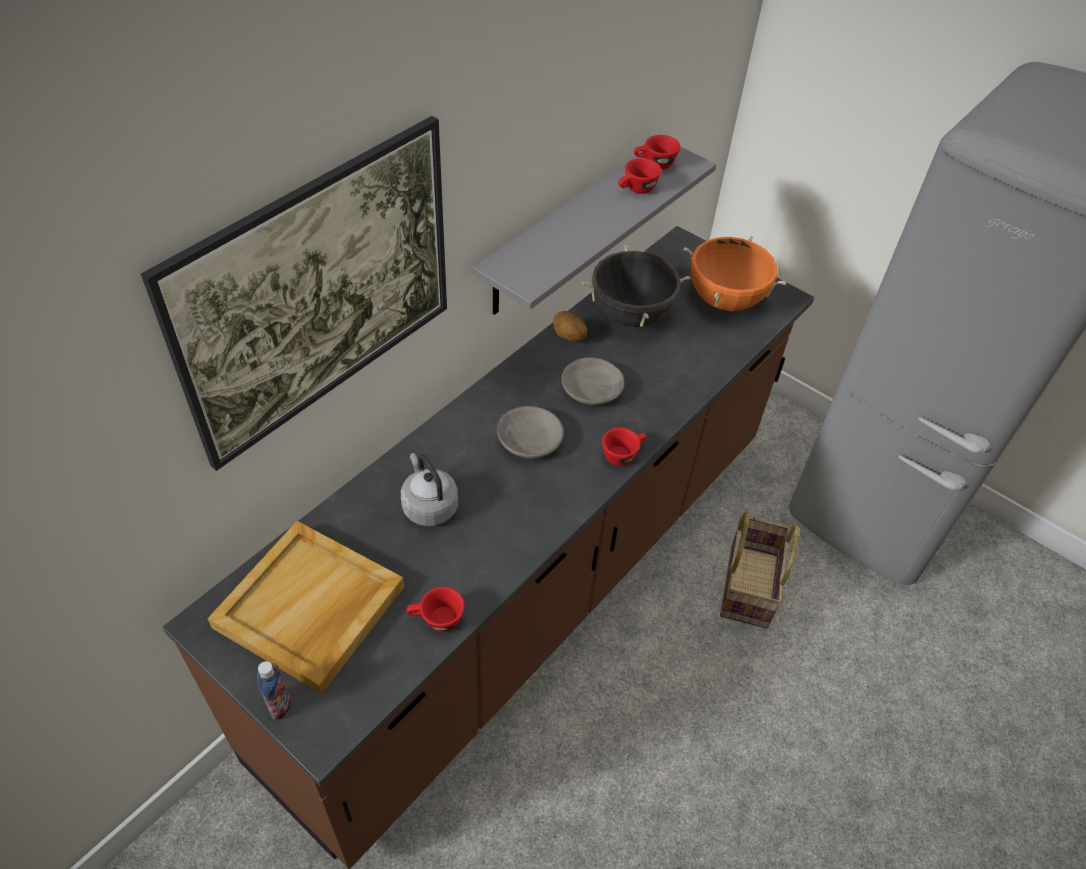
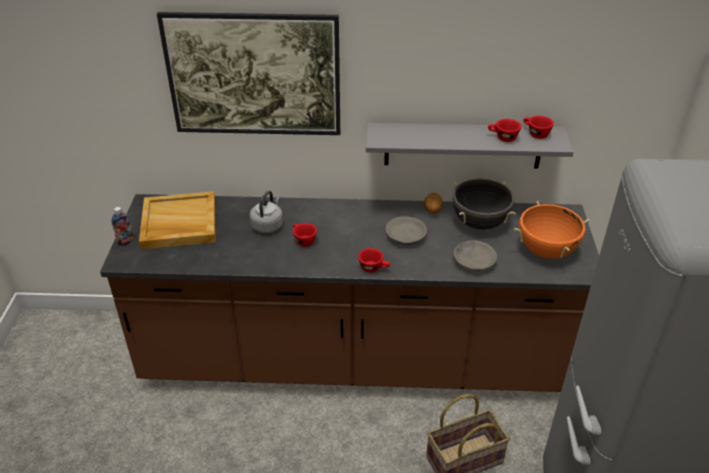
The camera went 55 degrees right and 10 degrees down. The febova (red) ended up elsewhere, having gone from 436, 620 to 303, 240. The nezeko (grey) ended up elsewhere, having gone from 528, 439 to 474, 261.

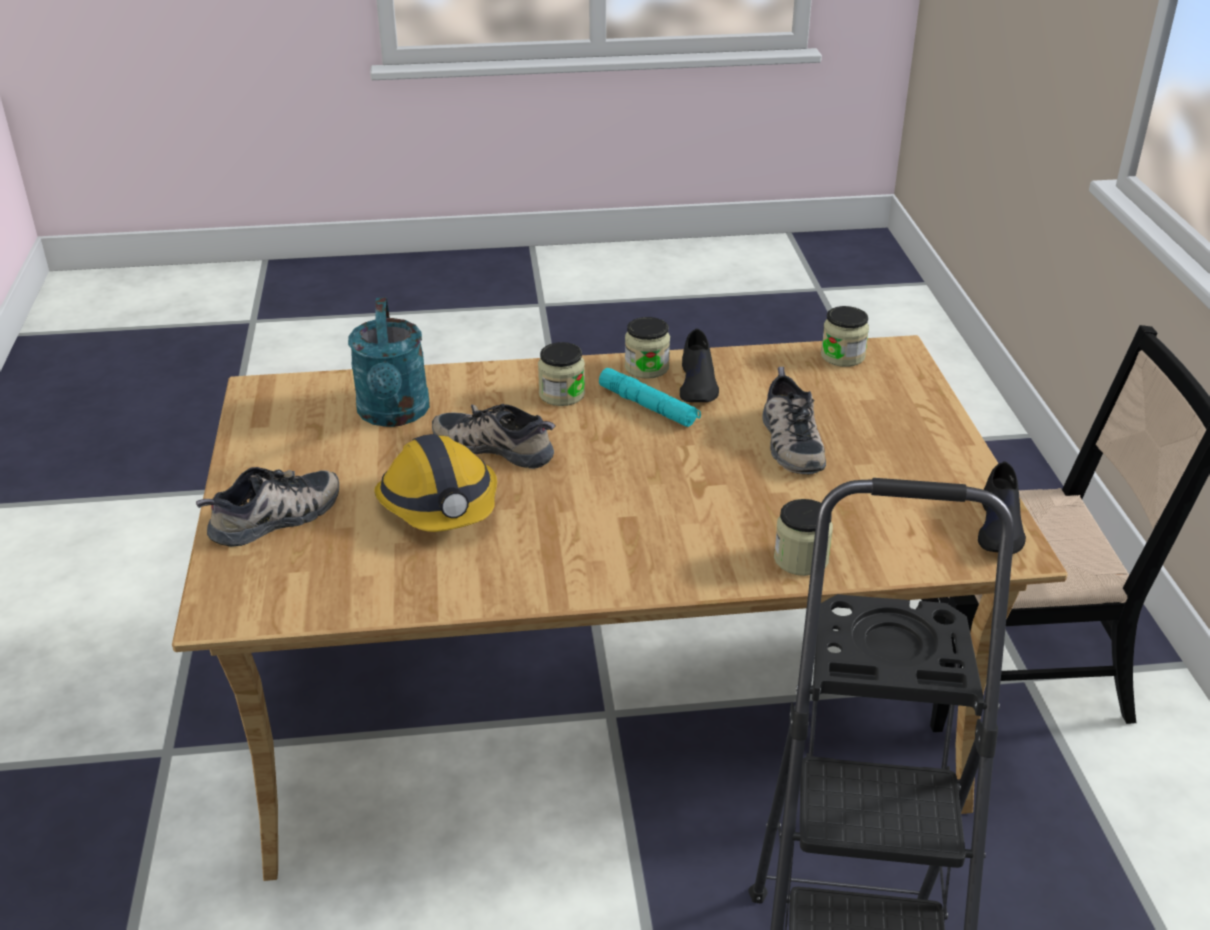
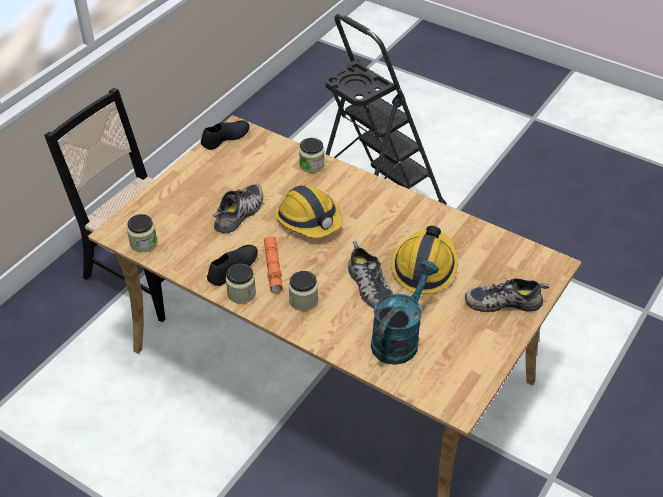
The camera went 140 degrees left and 10 degrees up. What was the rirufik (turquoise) at 648, 406 turned into the rirufik (orange) at 273, 268. The second view gained the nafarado at 309, 220.

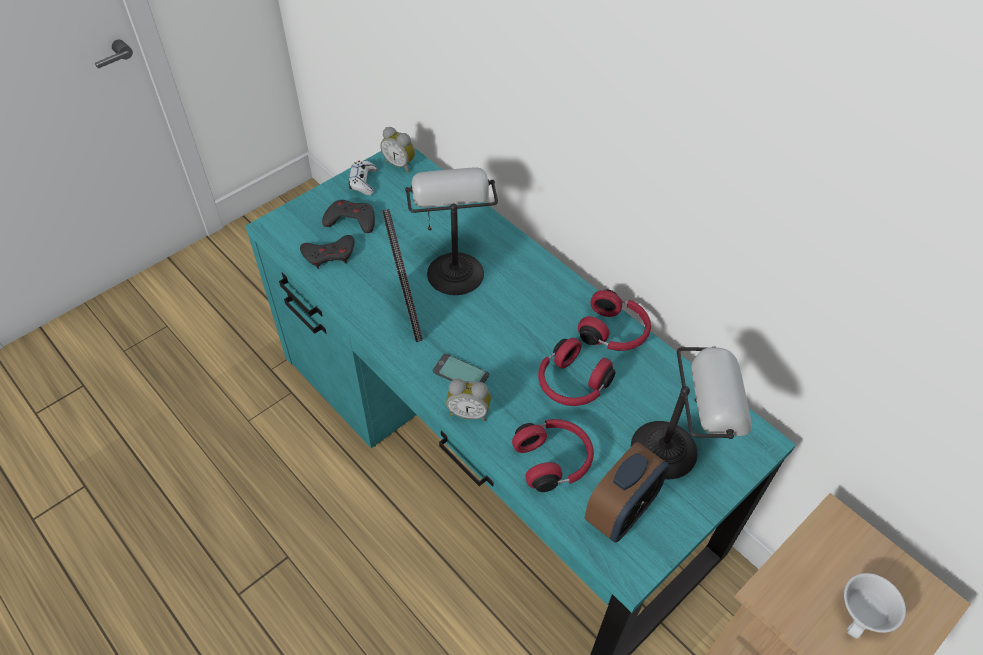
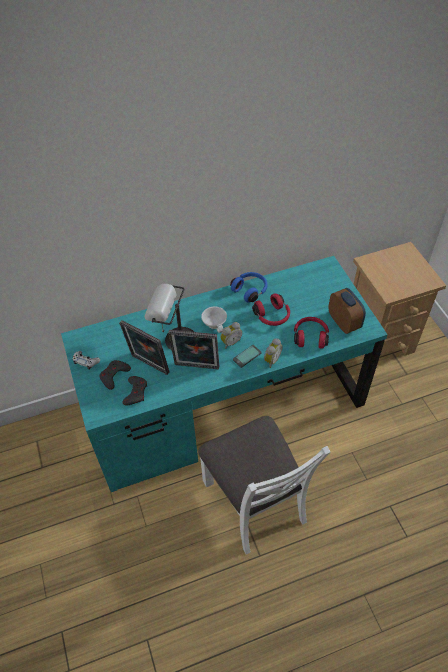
The camera went 65 degrees left and 0 degrees up. The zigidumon ended up elsewhere, having gone from 400, 164 to 230, 342. What was the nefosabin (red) at 614, 332 turned into the nefosabin (blue) at 250, 290. The second view lost the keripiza at 678, 448. The febova (white) ended up elsewhere, having gone from 866, 614 to 215, 323. The second view gained the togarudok at 148, 366. The second view gained the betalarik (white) at 255, 501.

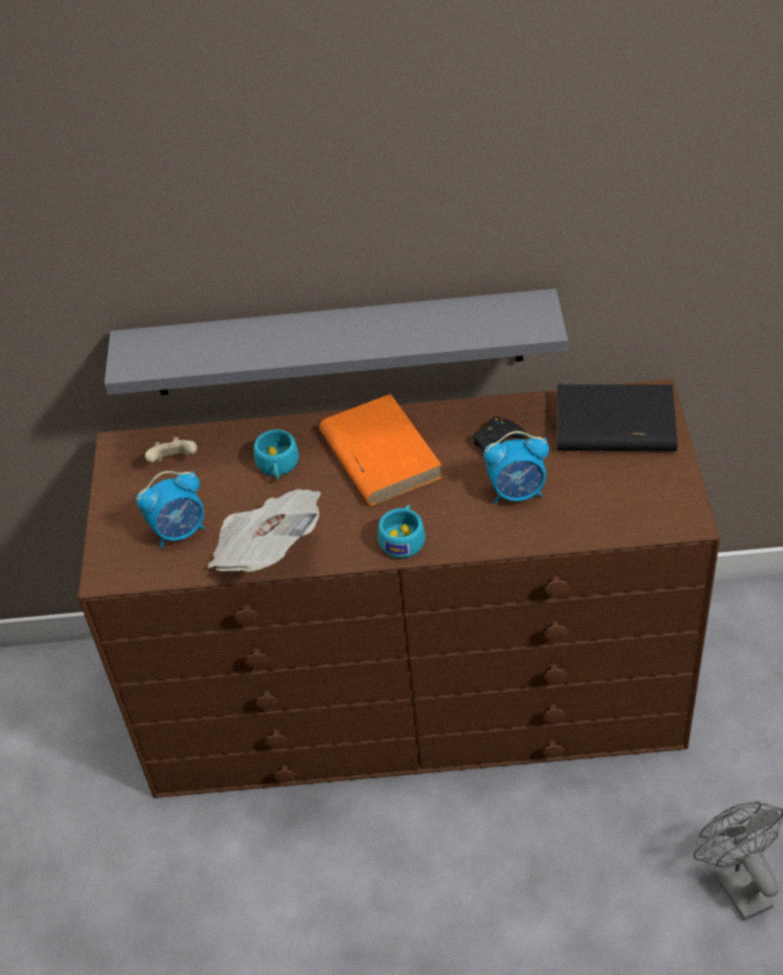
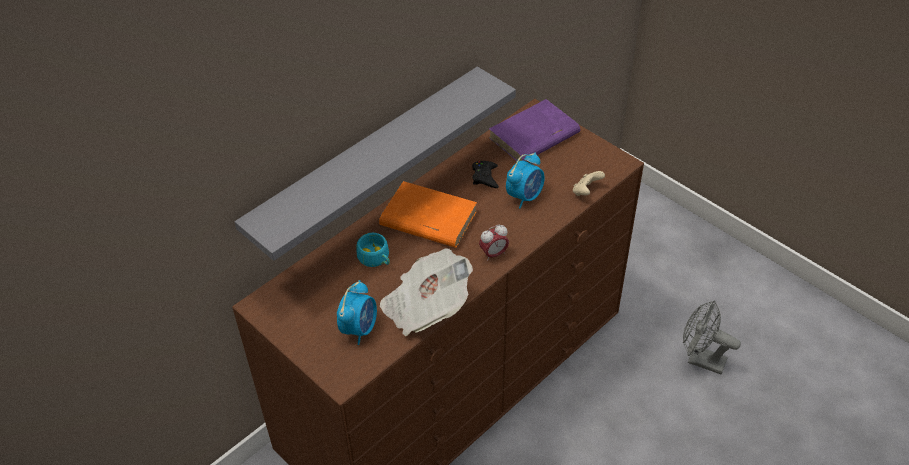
The camera went 45 degrees left and 0 degrees up. The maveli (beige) ended up elsewhere, having gone from 174, 461 to 586, 191. Where the febova (turquoise) stood at 403, 539, the zigidumon came to stand at 493, 254. What was the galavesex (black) at 613, 425 turned into the galavesex (purple) at 533, 136.

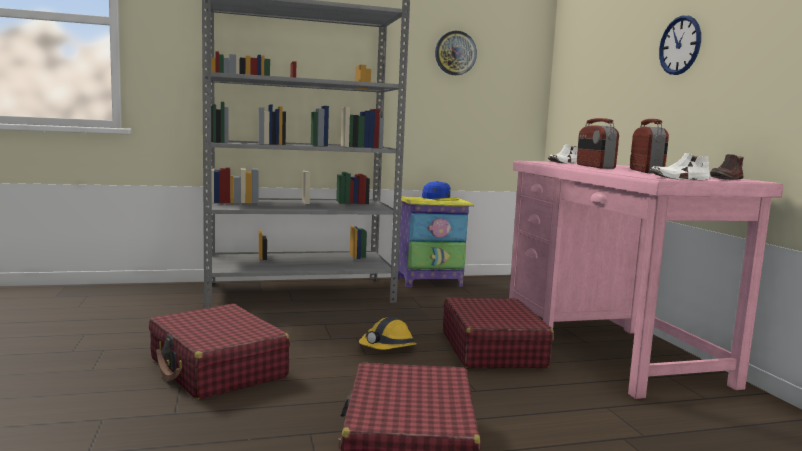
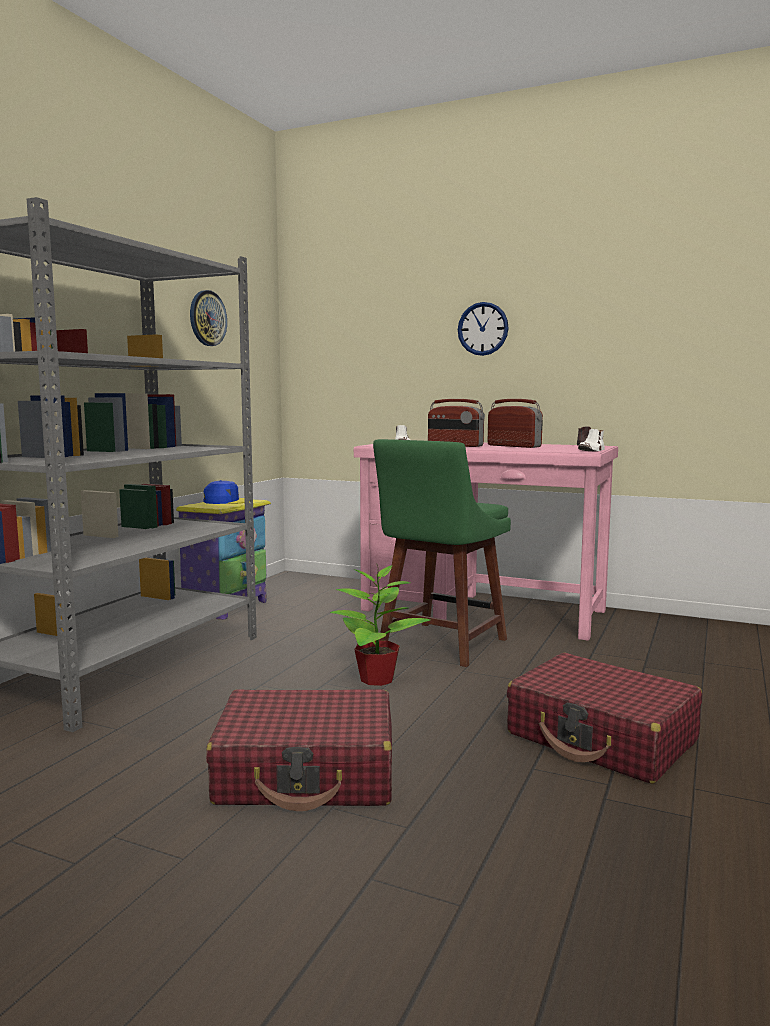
The camera went 50 degrees left and 0 degrees up. Where the nafarado stood at 387, 348, the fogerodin came to stand at 376, 679. Where the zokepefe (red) stood at 492, 349, the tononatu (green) came to stand at 439, 645.

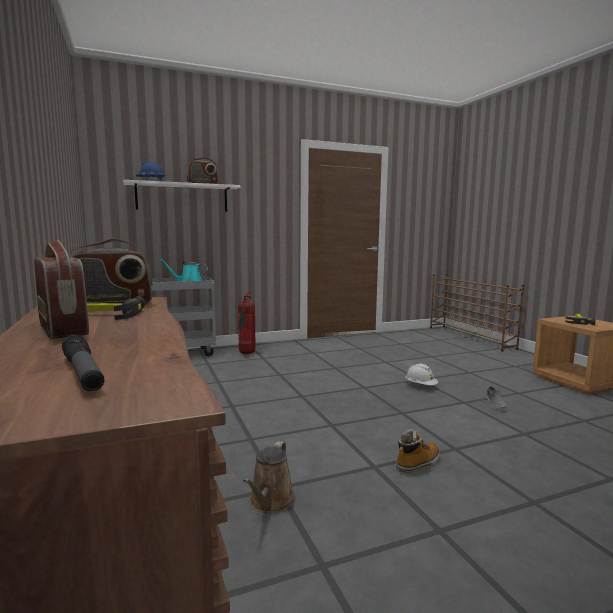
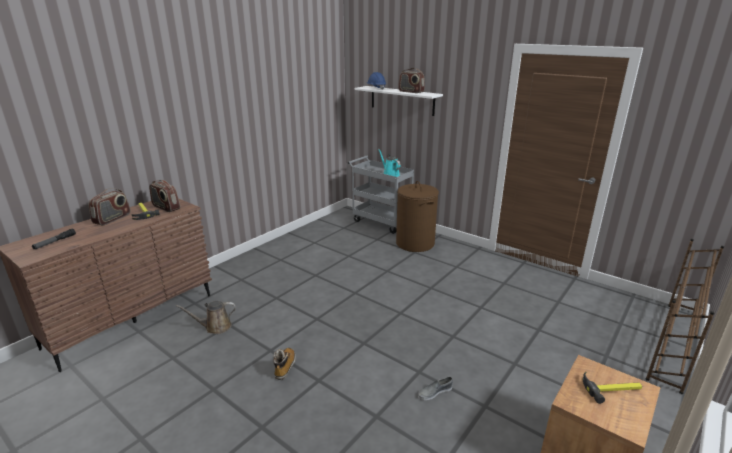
The camera went 60 degrees right and 15 degrees up. Where the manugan stood at 246, 354, the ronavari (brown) came to stand at 415, 243. The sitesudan at 417, 463 ended up facing another way, 105 degrees counterclockwise from before. The second view lost the nafarado (white) at 420, 386.

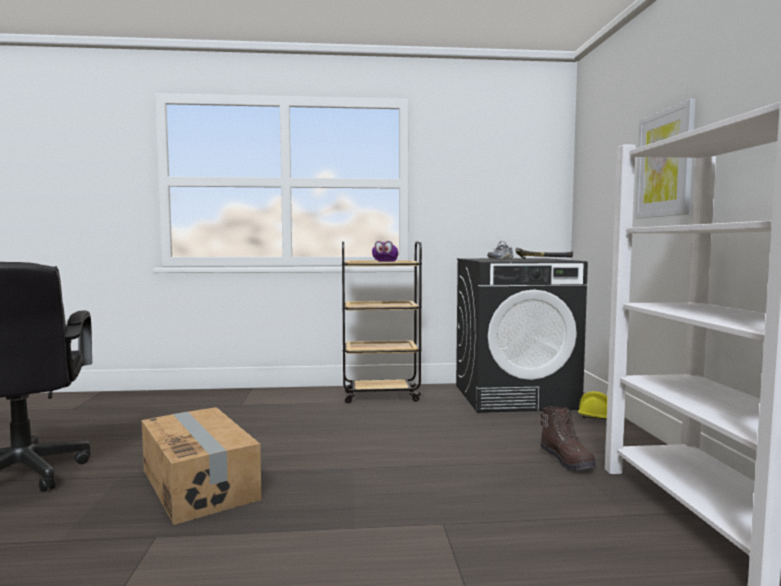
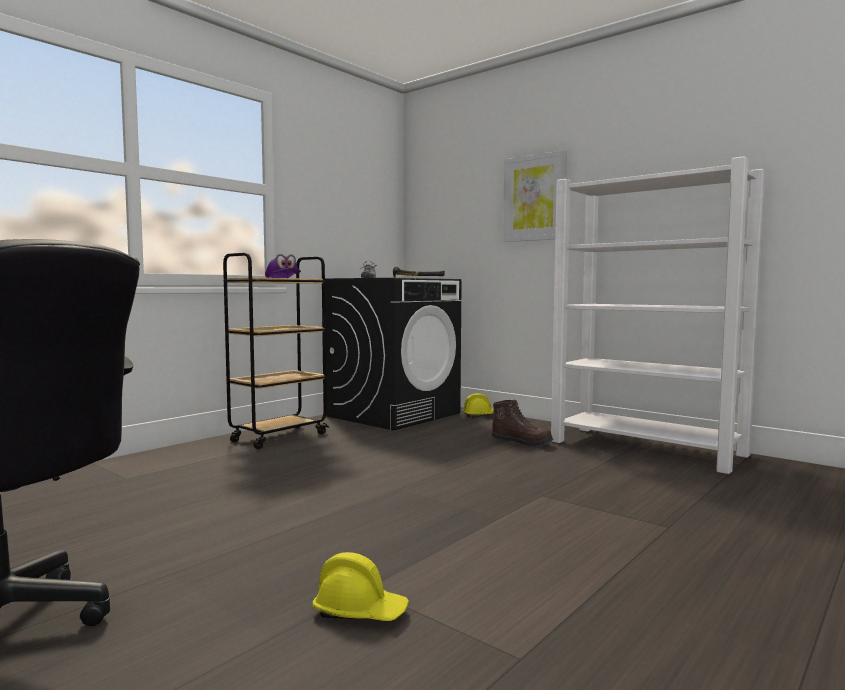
The camera went 45 degrees left and 0 degrees up. The second view lost the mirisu at 200, 484. The second view gained the nafarado (yellow) at 360, 611.

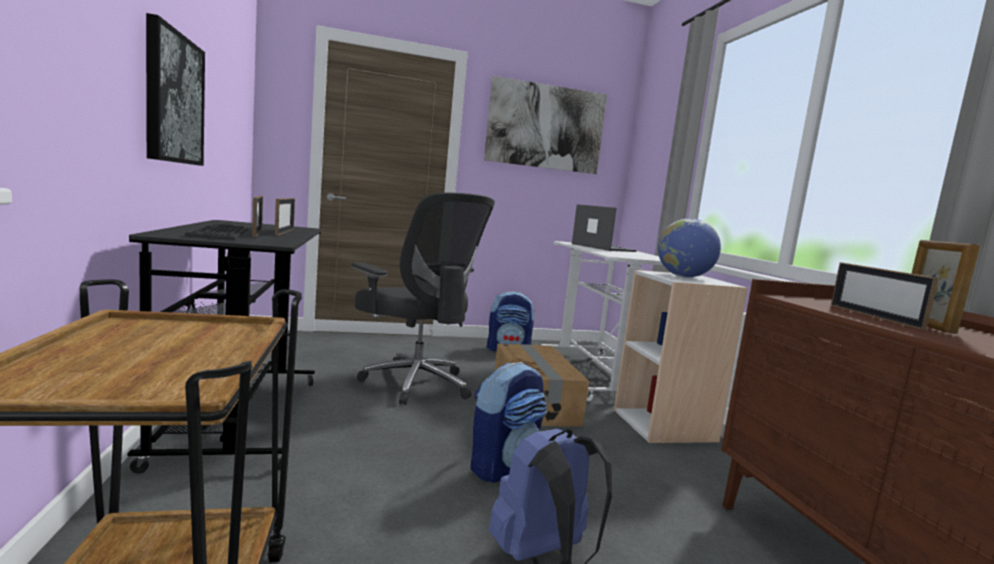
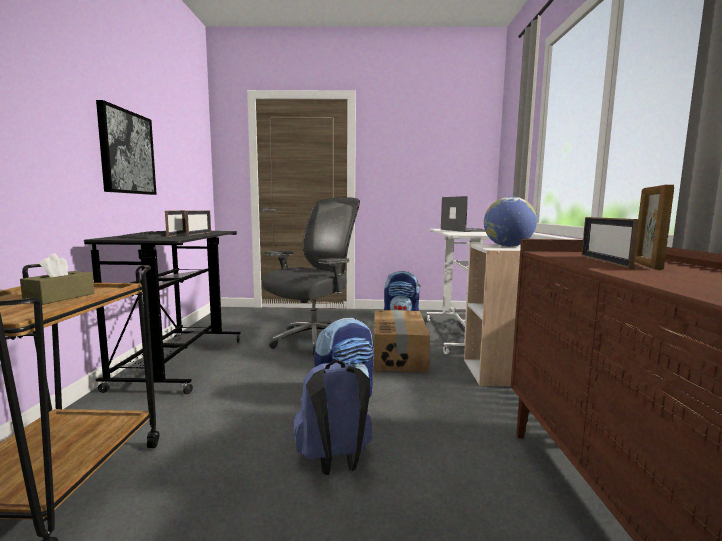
The camera went 15 degrees right and 0 degrees up. The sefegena at 415, 383 ended up facing another way, 105 degrees counterclockwise from before. The second view lost the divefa at 545, 127. The second view gained the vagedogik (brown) at 60, 297.

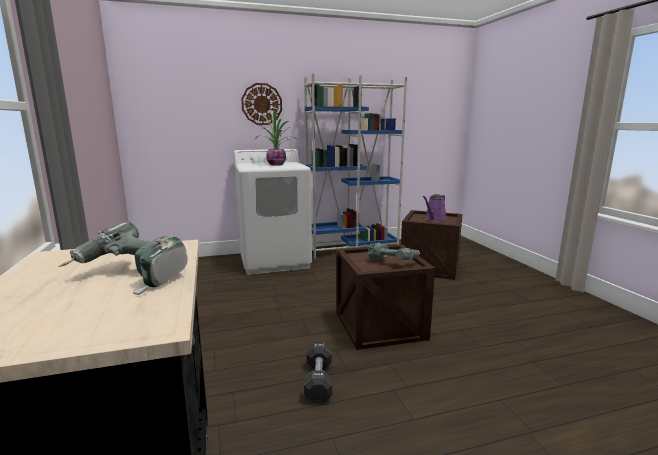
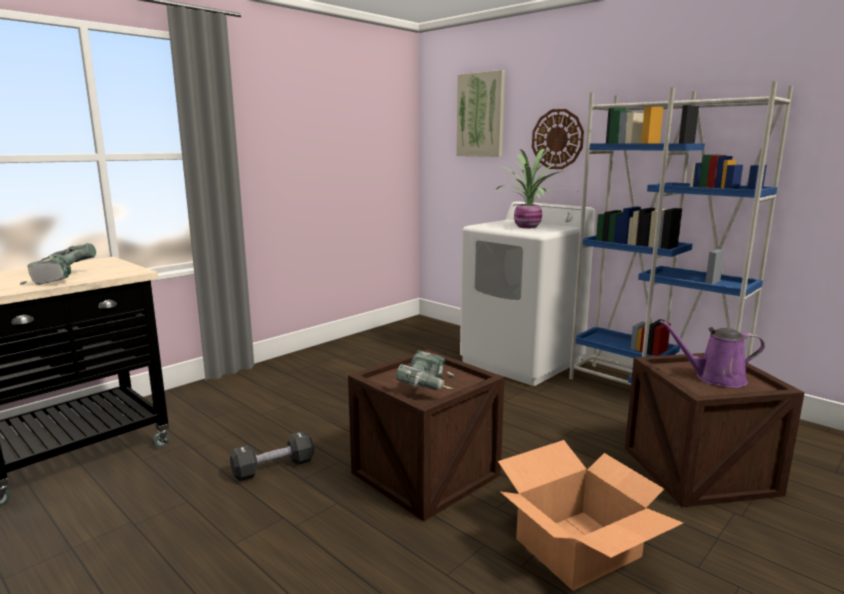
The camera went 60 degrees right and 0 degrees up. The second view gained the divefa at 481, 115. The second view gained the mirisu at 579, 548.

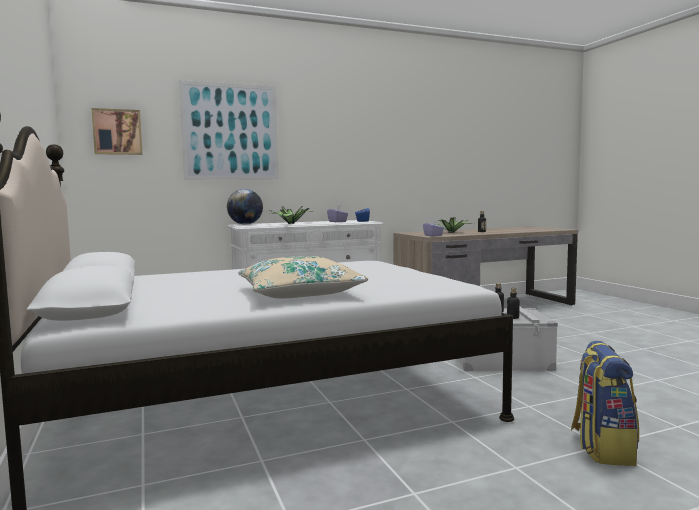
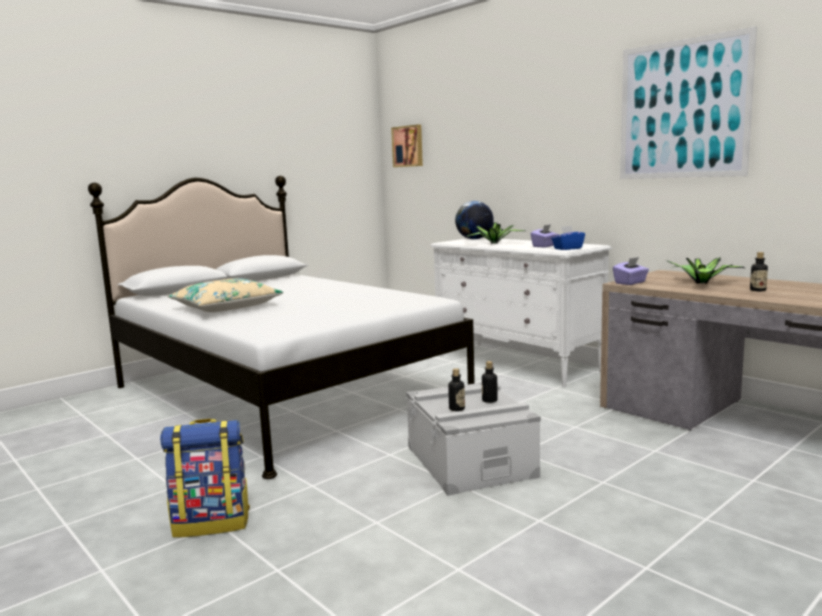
The camera went 70 degrees right and 5 degrees up. The divefa ended up elsewhere, having gone from 230, 132 to 682, 109.

